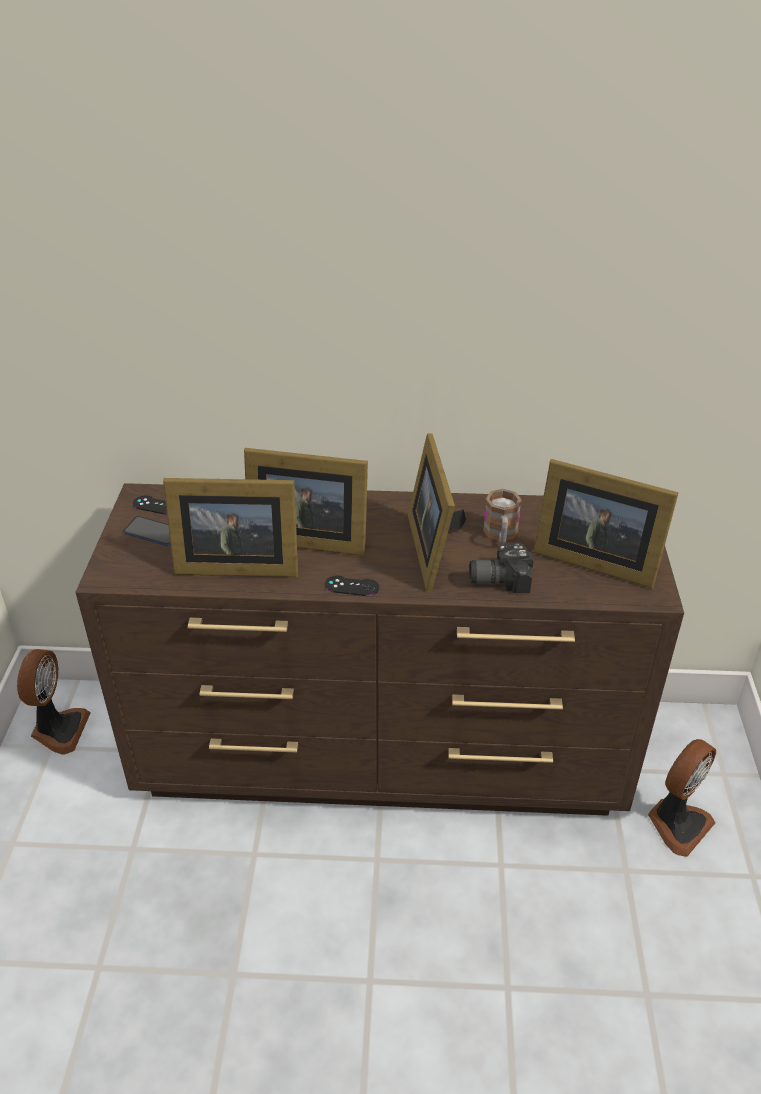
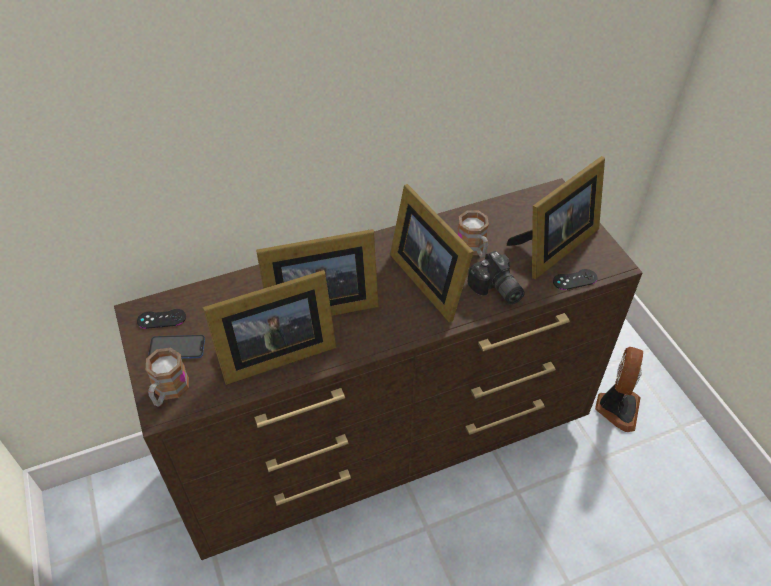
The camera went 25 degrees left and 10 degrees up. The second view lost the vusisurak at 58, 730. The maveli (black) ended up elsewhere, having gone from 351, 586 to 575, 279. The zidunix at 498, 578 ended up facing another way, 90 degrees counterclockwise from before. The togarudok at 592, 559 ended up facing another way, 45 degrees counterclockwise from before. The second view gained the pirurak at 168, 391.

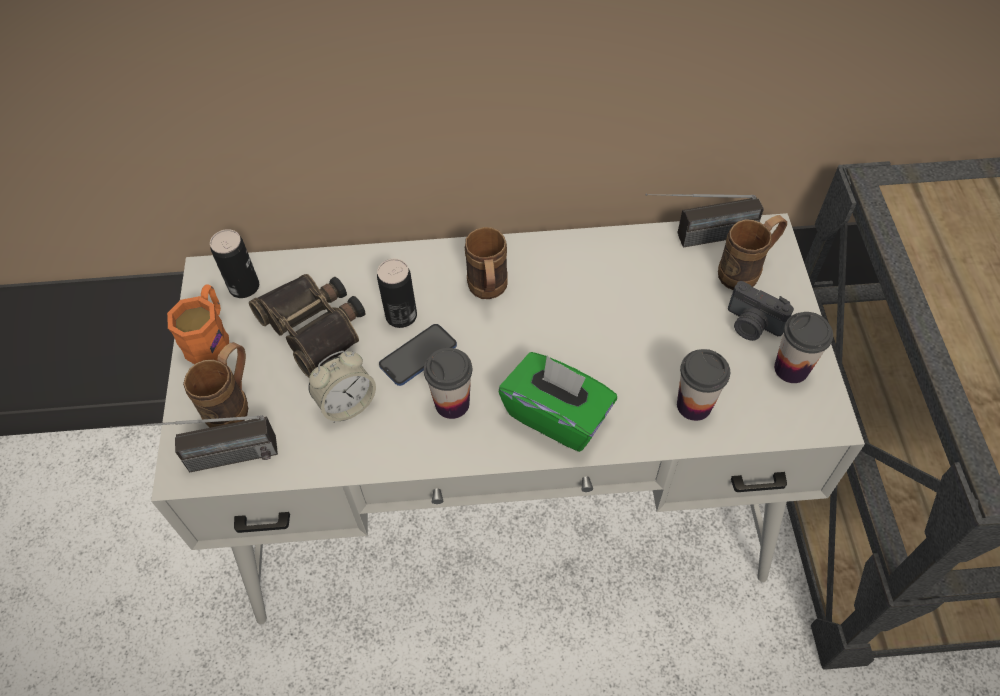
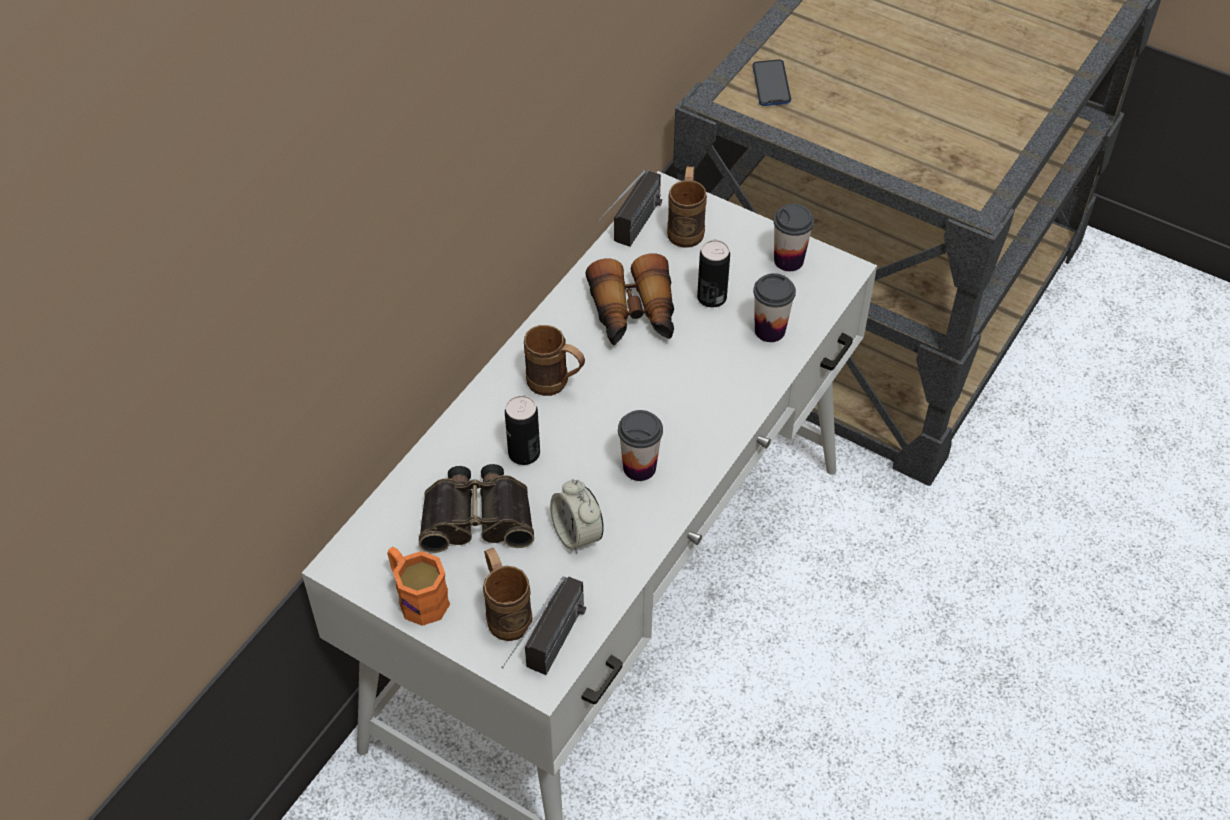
The camera went 55 degrees left and 5 degrees down. The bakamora ended up elsewhere, having gone from 244, 287 to 711, 297. The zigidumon at 347, 404 ended up facing another way, 150 degrees clockwise from before. The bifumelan ended up elsewhere, having gone from 418, 355 to 771, 84. The second view lost the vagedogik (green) at 557, 415. The second view lost the zidunix at 751, 325. The second view gained the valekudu at 634, 315.

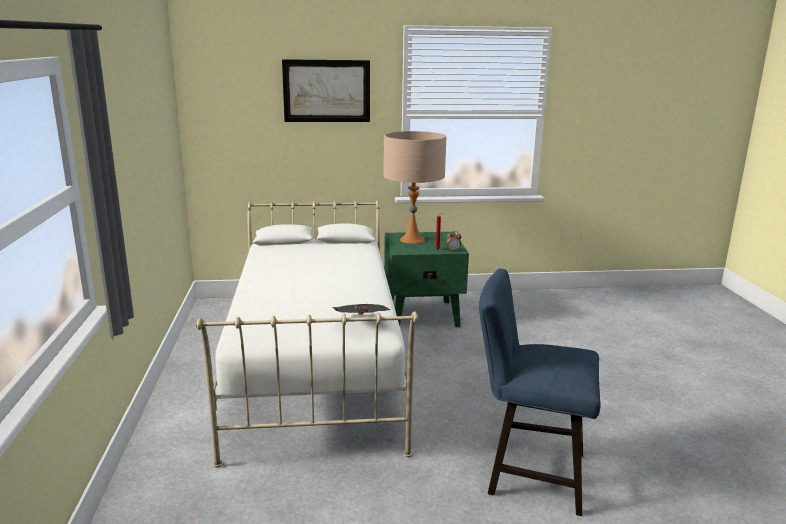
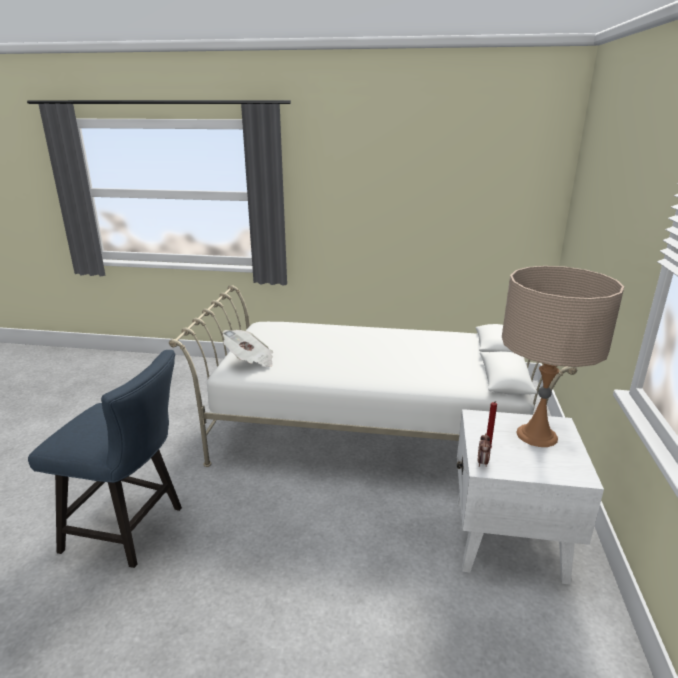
The camera went 105 degrees right and 5 degrees up. The second view lost the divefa at 326, 91. What was the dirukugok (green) at 423, 314 turned into the dirukugok (white) at 508, 539. The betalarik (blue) at 528, 473 ended up facing another way, 75 degrees clockwise from before.

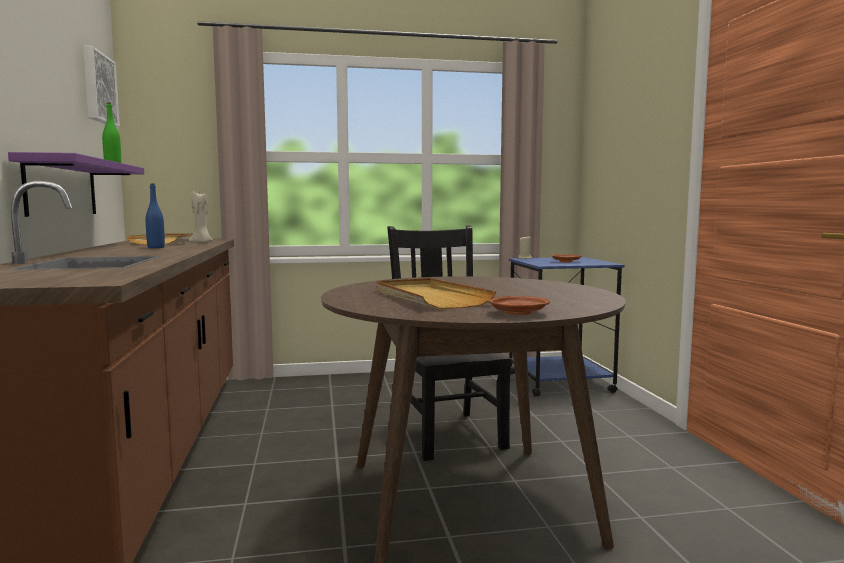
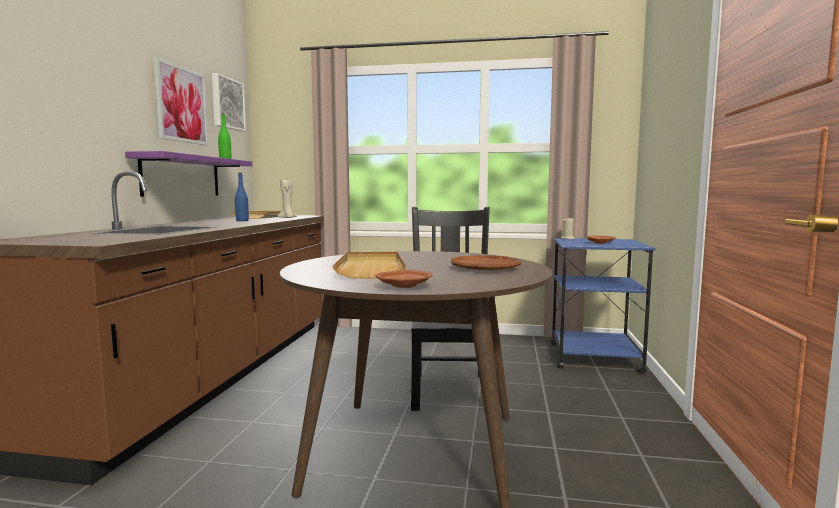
The camera went 20 degrees right and 0 degrees up. The second view gained the divefa at 181, 104. The second view gained the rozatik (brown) at 485, 268.

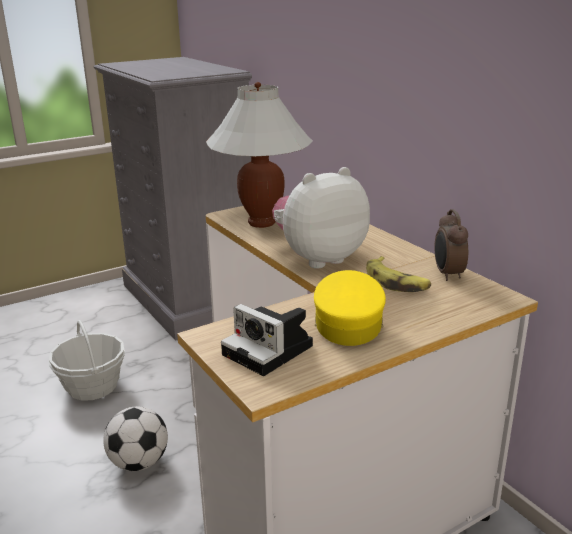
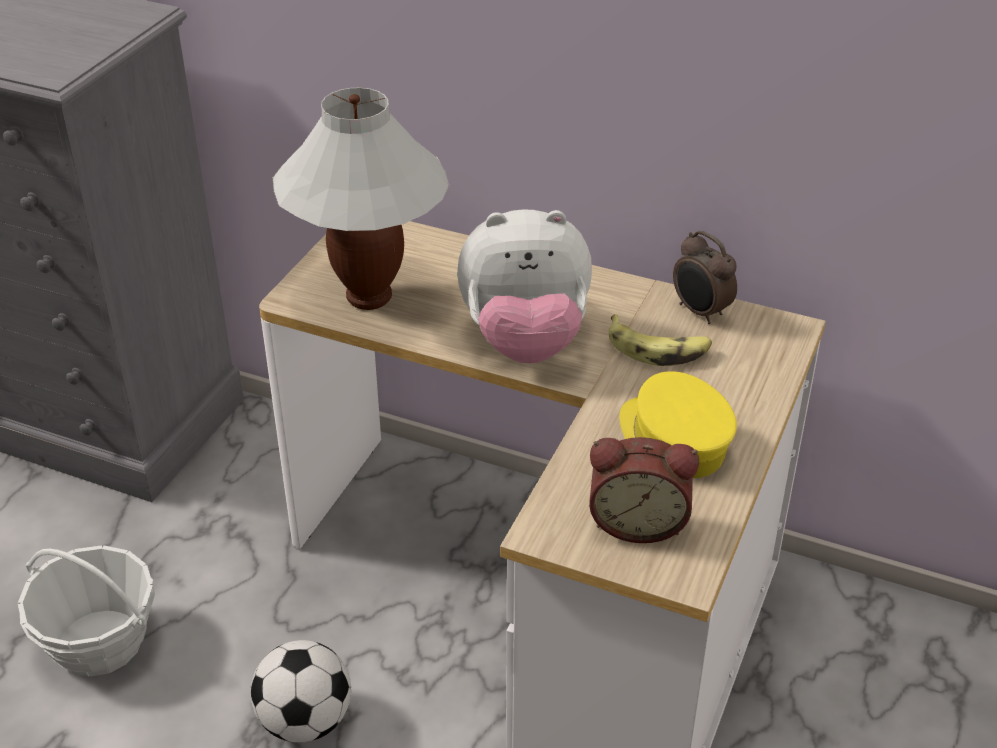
The camera went 35 degrees left and 15 degrees up. Where the zidunix stood at 271, 351, the zigidumon came to stand at 638, 521. The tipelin at 319, 258 ended up facing another way, 120 degrees counterclockwise from before.

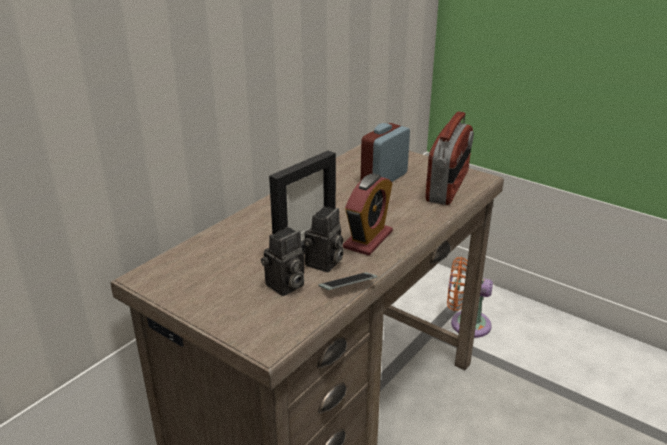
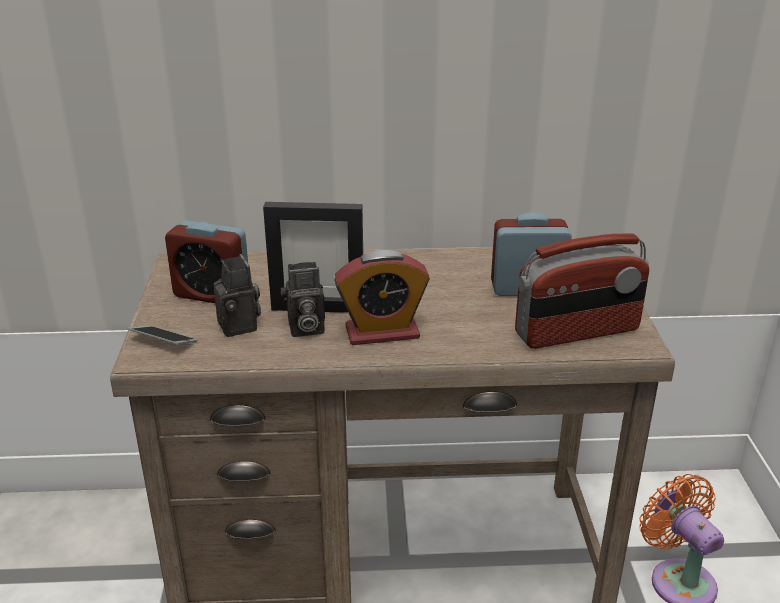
The camera went 50 degrees right and 0 degrees up. The zidunix at 285, 286 ended up facing another way, 120 degrees counterclockwise from before. The bifumelan ended up elsewhere, having gone from 347, 286 to 163, 341. The second view gained the zigidumon at 212, 294.

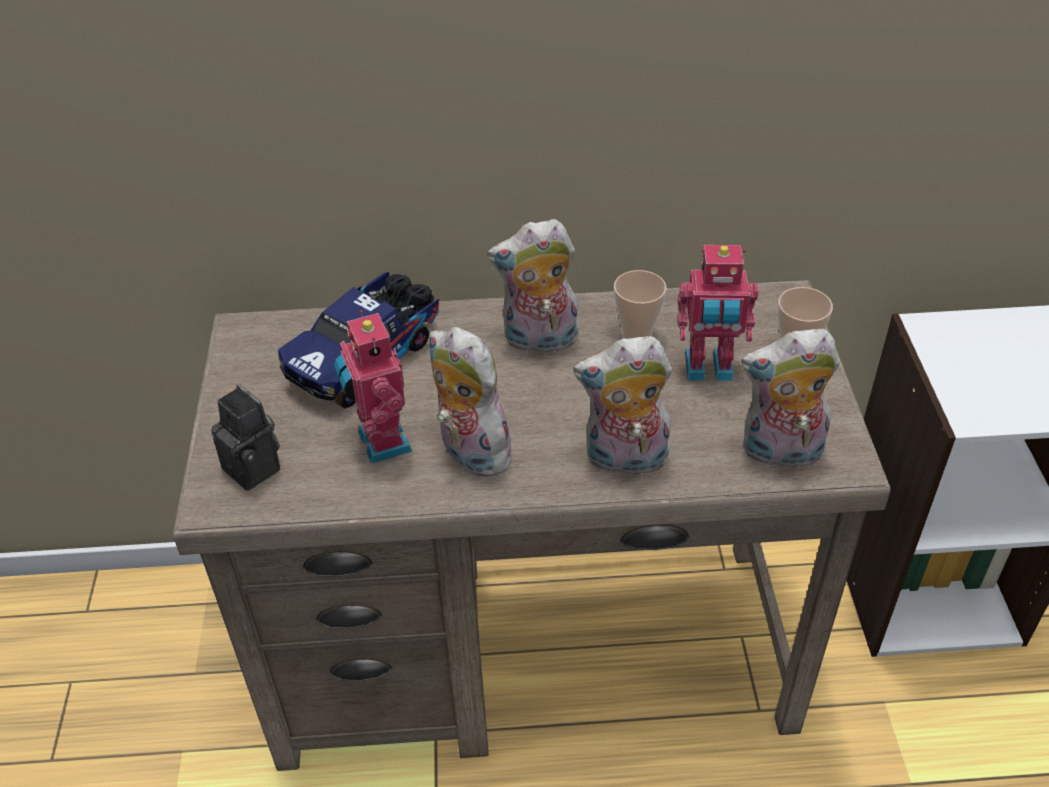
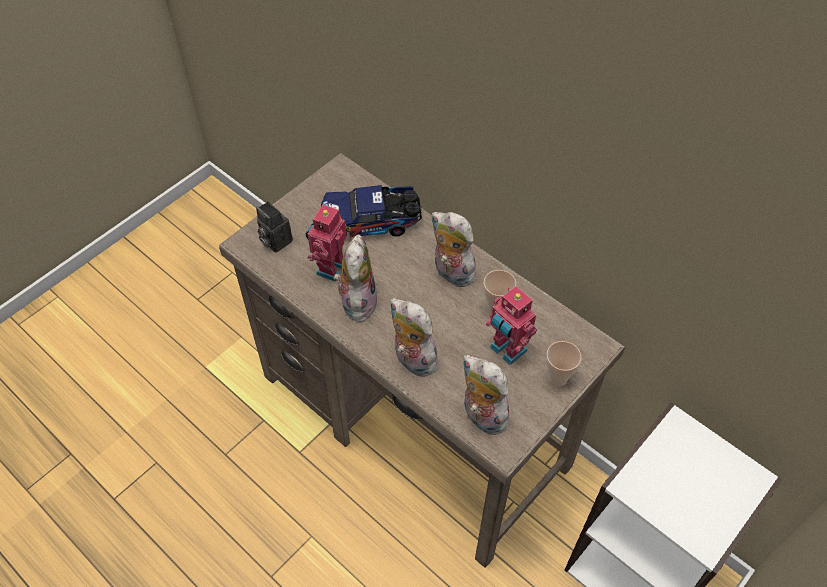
The camera went 45 degrees right and 10 degrees up. The zidunix at 257, 468 ended up facing another way, 135 degrees clockwise from before.

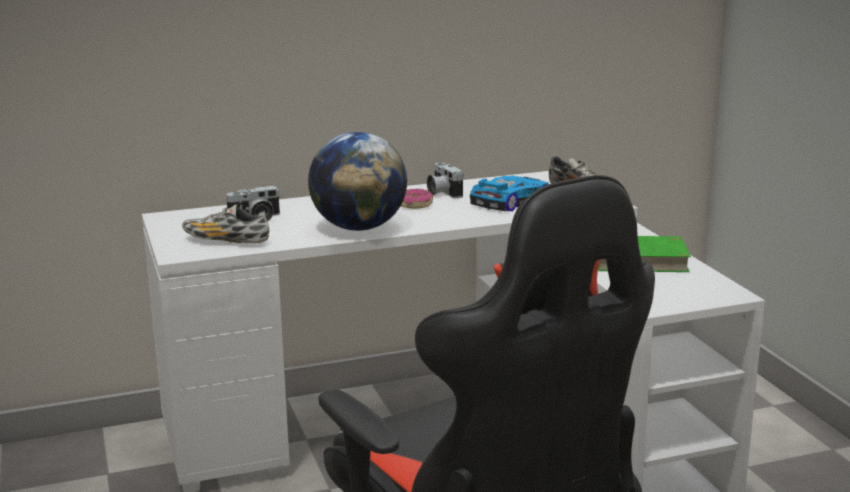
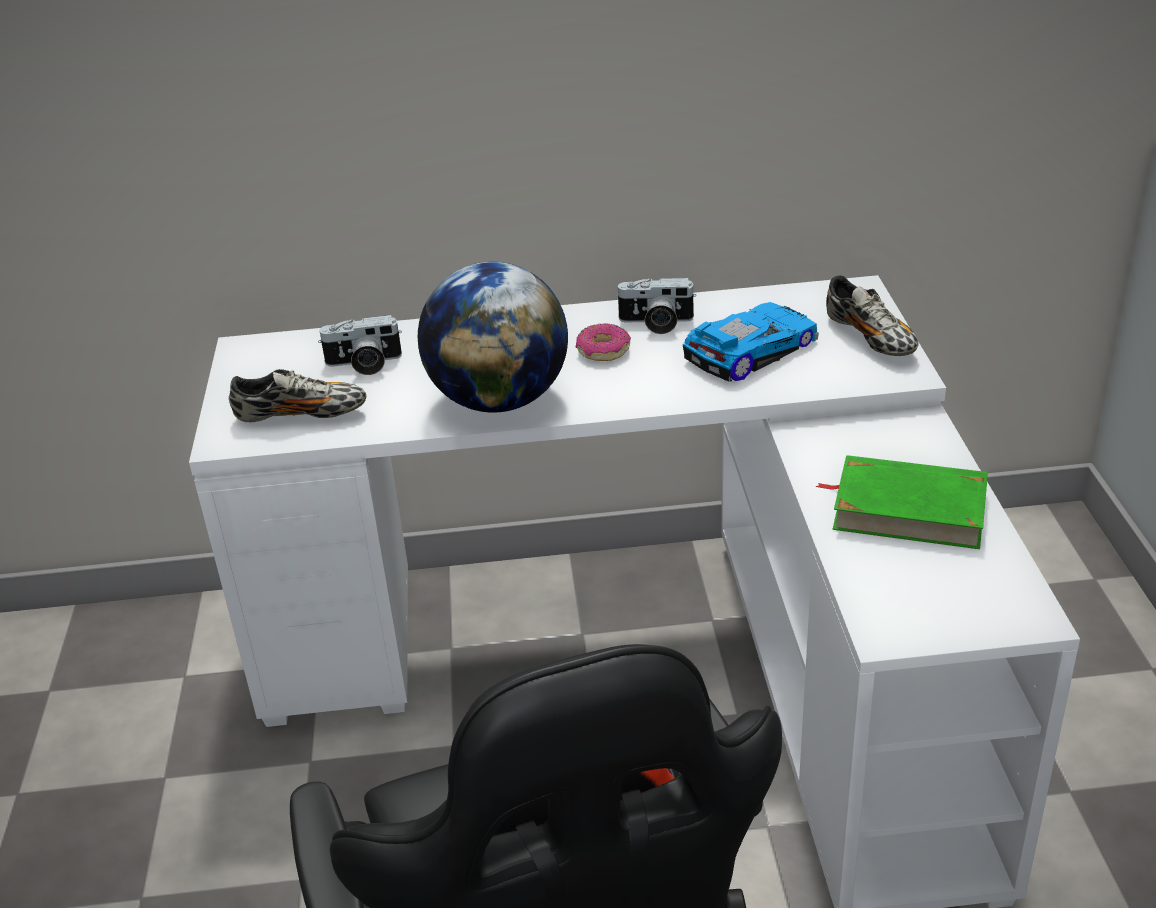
The camera went 15 degrees right and 15 degrees up. The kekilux at 226, 241 ended up facing another way, 150 degrees clockwise from before. The zidunix at 442, 193 ended up facing another way, 75 degrees counterclockwise from before.

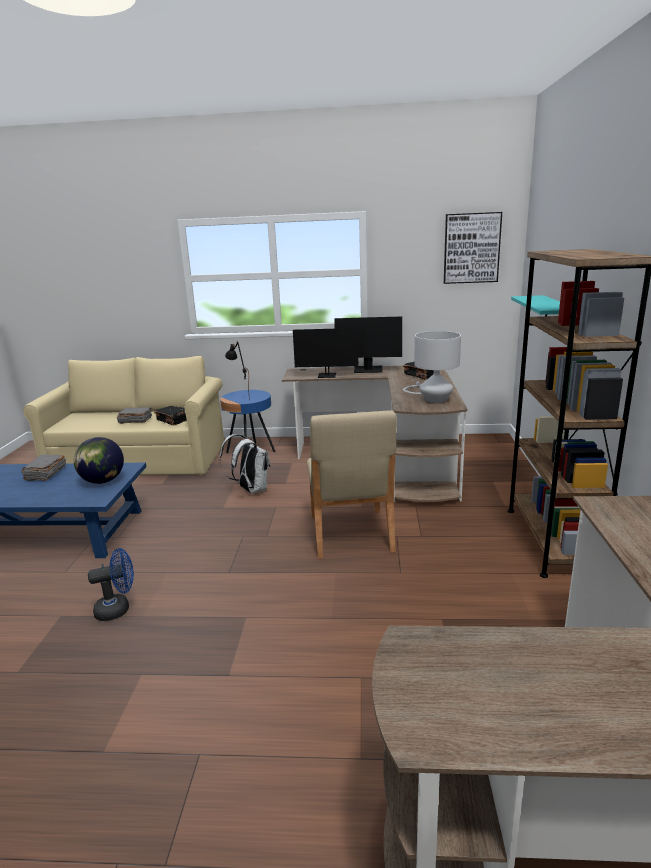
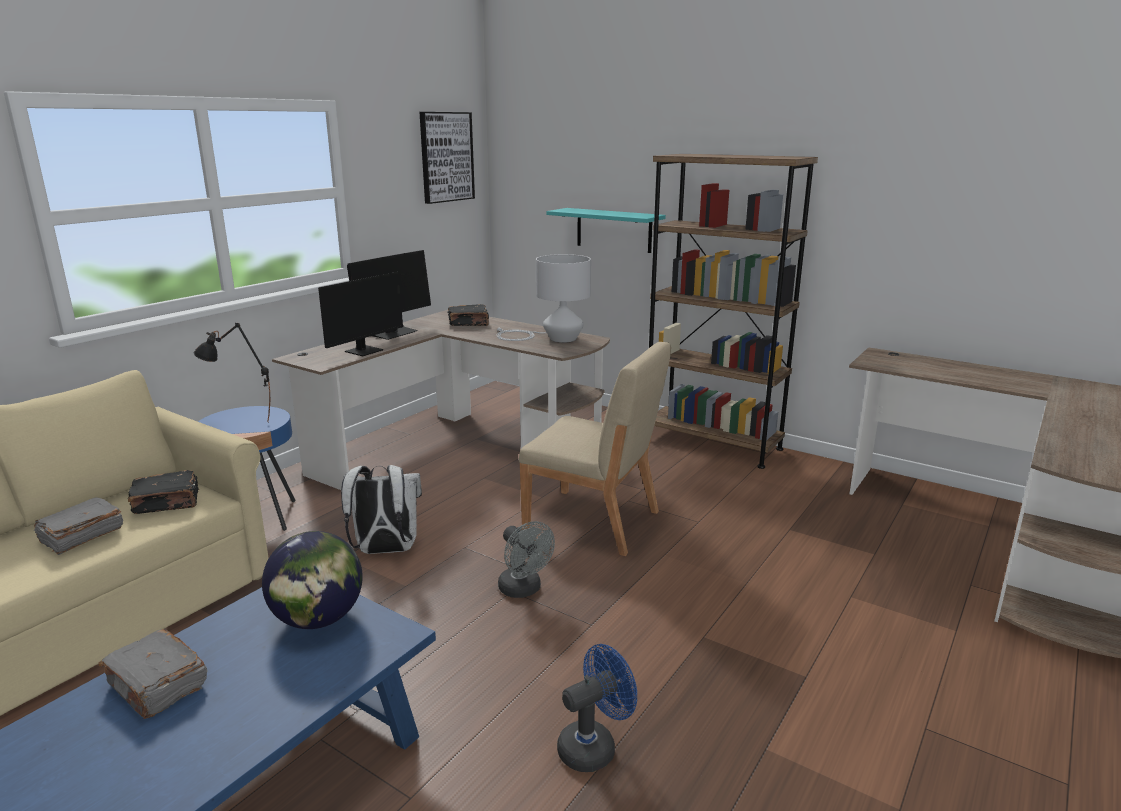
The camera went 60 degrees left and 0 degrees up. The vusisurak (blue) at 118, 609 ended up facing another way, 45 degrees clockwise from before. The second view gained the vusisurak (grey) at 524, 590.

